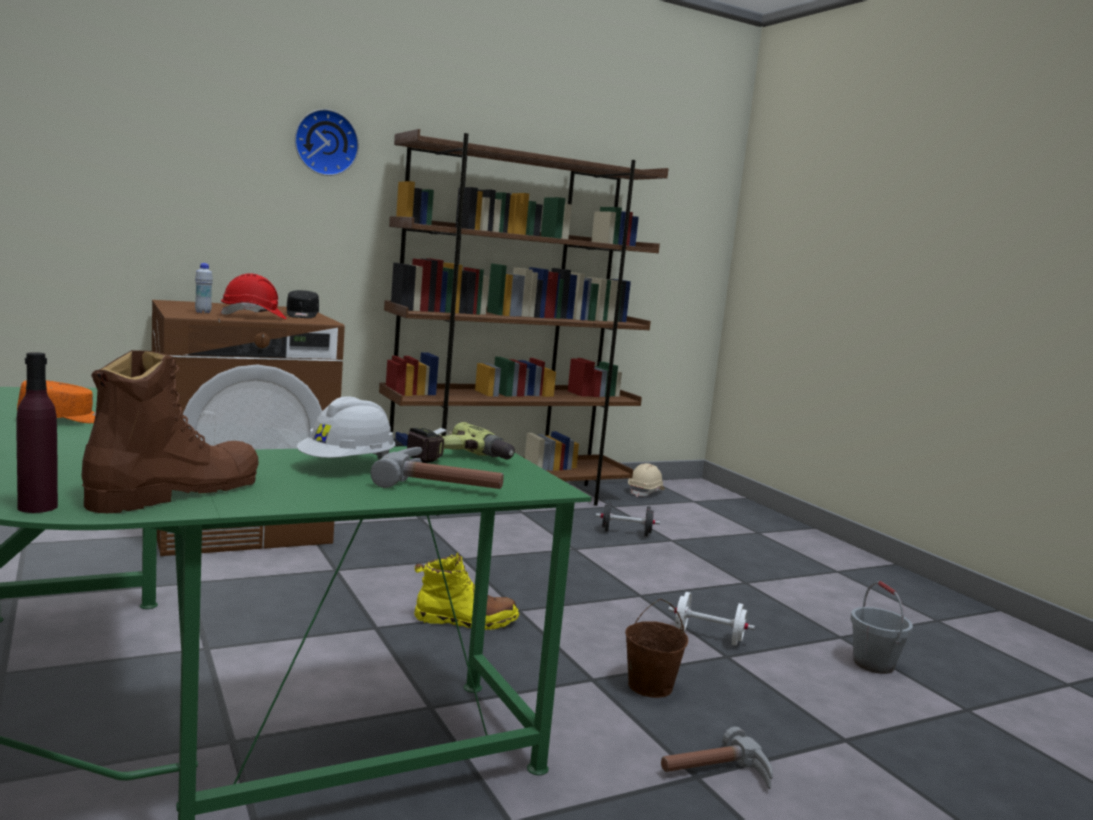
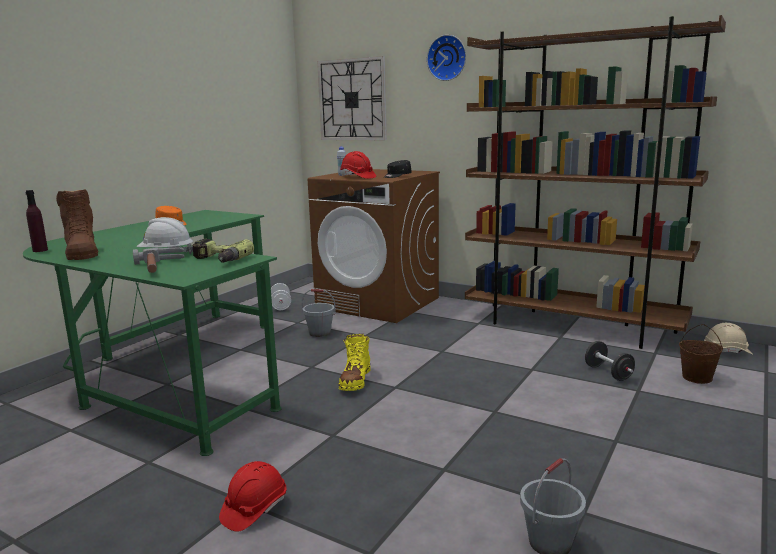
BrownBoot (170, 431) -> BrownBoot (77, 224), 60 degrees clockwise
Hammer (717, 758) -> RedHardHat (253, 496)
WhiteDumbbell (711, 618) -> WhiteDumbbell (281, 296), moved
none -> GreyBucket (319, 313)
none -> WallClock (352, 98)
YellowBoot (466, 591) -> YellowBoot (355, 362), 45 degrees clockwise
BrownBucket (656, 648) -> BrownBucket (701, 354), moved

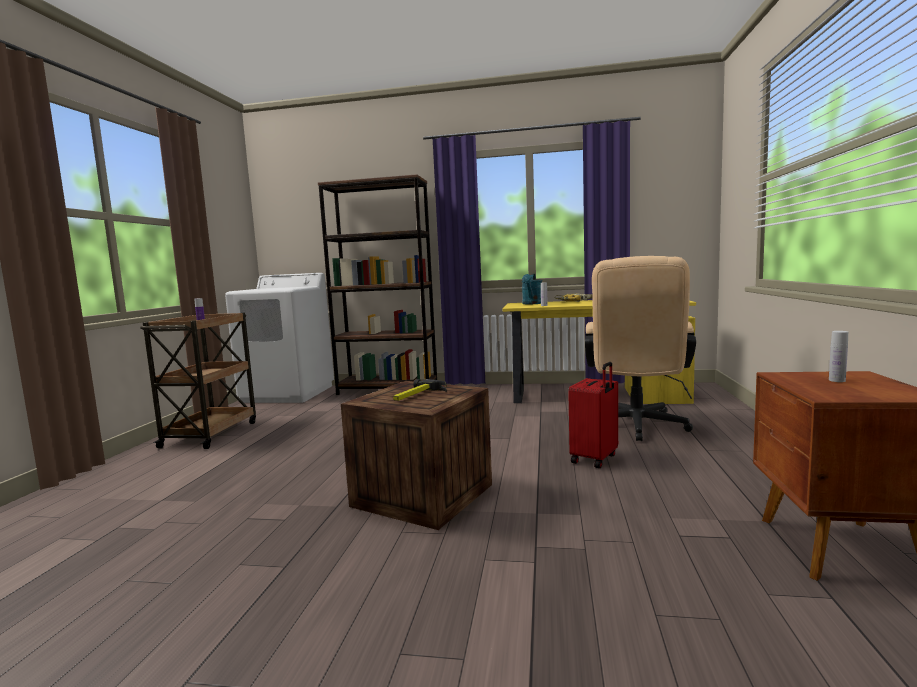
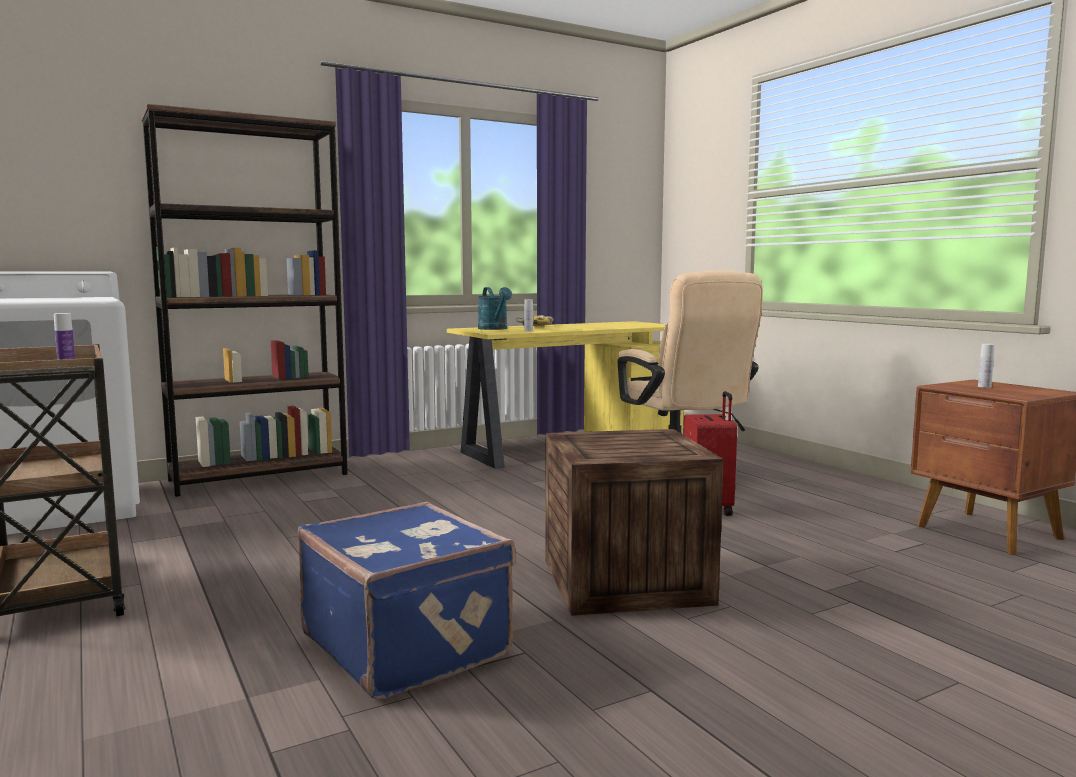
none -> BlueSuitcase (406, 601)
Hammer (420, 390) -> none

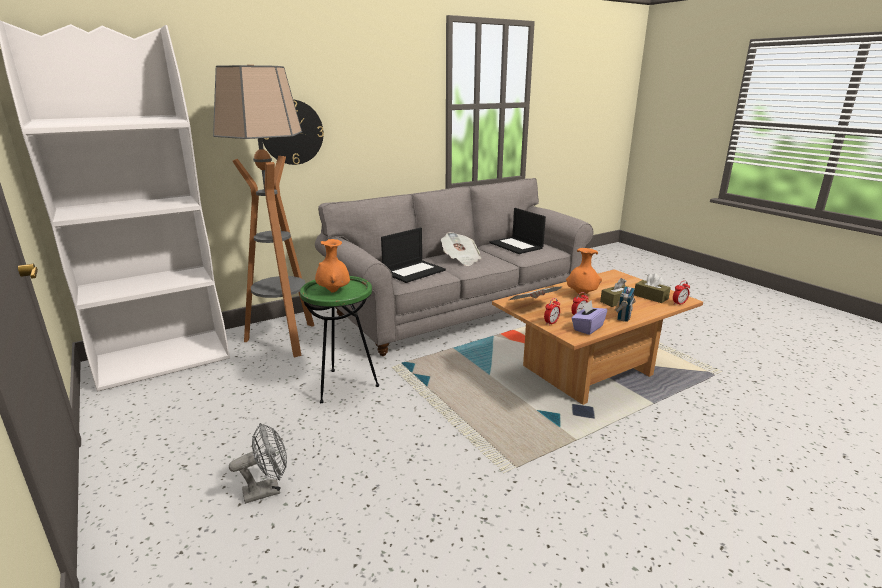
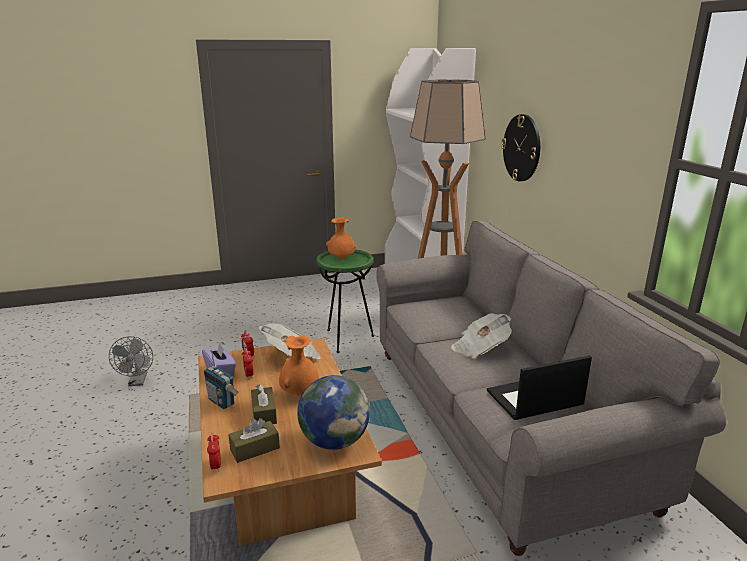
GreyFan (258, 463) -> GreyFan (131, 361), moved
none -> Globe (333, 412)
Laptop (413, 255) -> none

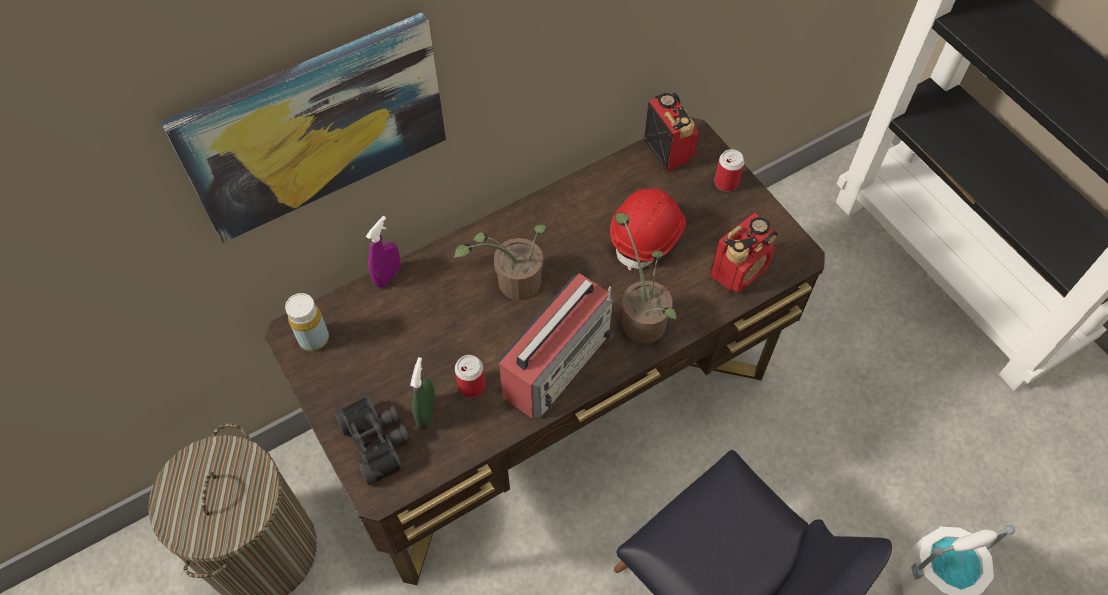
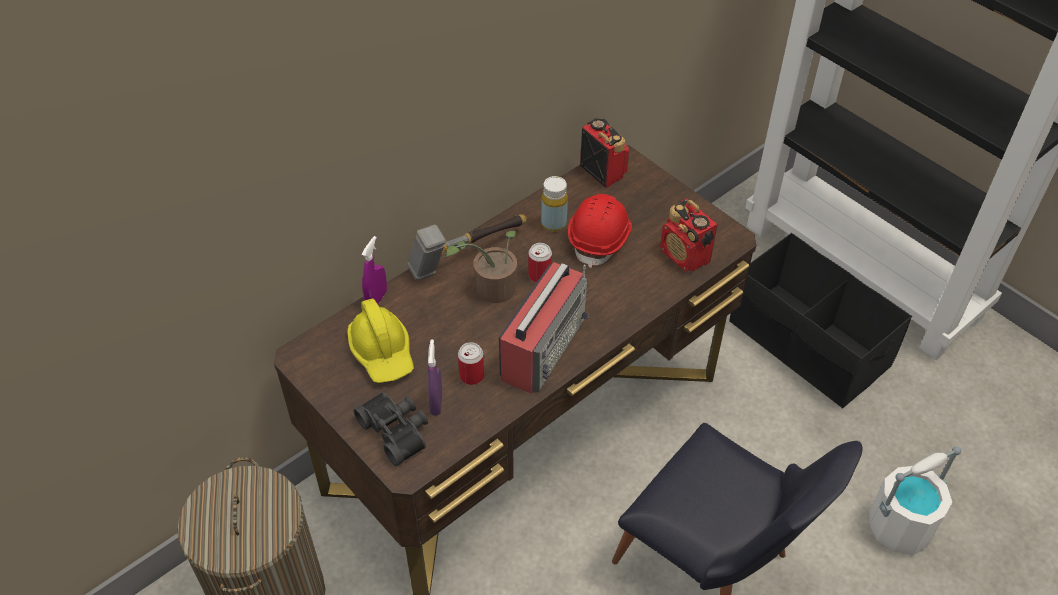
none -> YellowHardHat (380, 341)
none -> Hammer (467, 247)
GreenSprayBottle (423, 393) -> PurpleSprayBottle (435, 377)
Can (729, 170) -> Can (540, 263), moved
YellowBottle (307, 322) -> YellowBottle (554, 204), moved
Radio (743, 252) -> Radio (688, 234), 105 degrees clockwise
none -> BlackStorageBox (820, 320)
Picture (303, 128) -> none
PottedPlant (646, 278) -> none

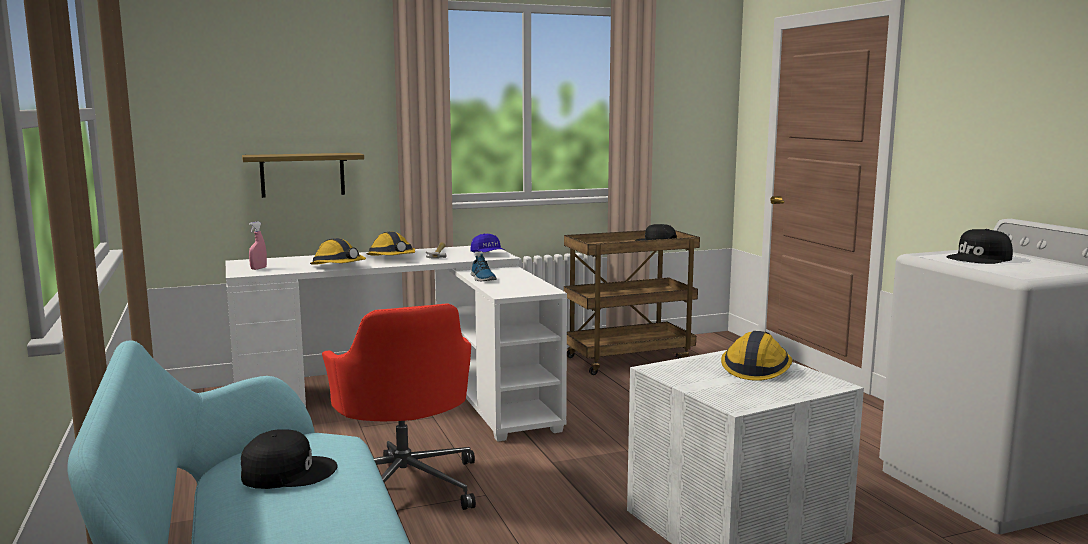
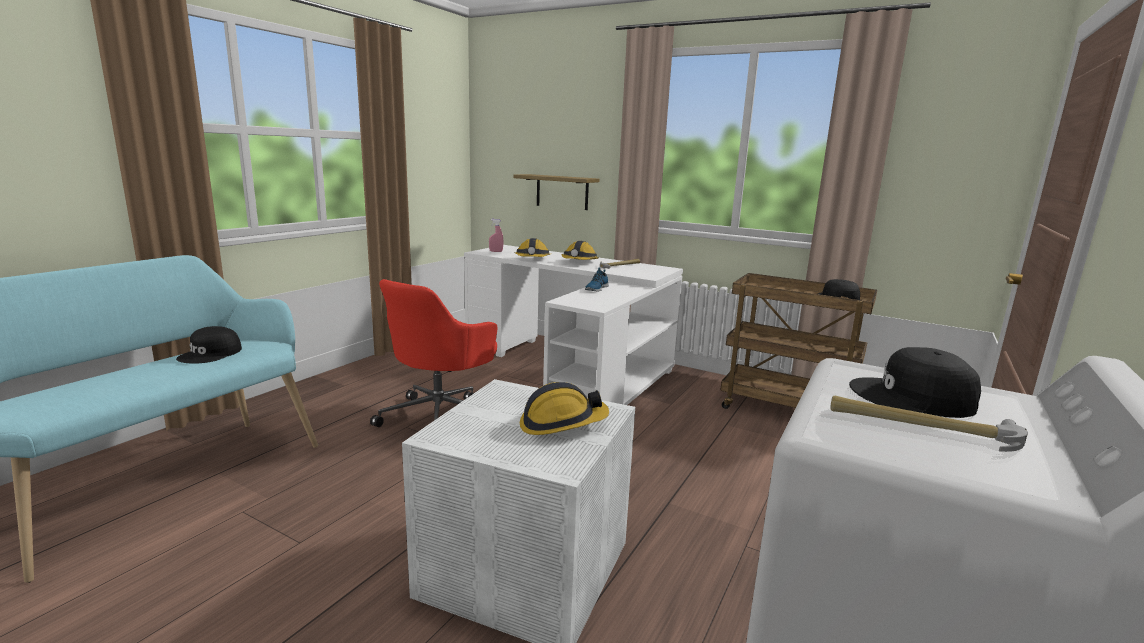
BlackCap (289, 459) -> BlackCap (209, 345), 75 degrees clockwise
none -> Hammer (929, 424)
BlueCap (487, 243) -> none

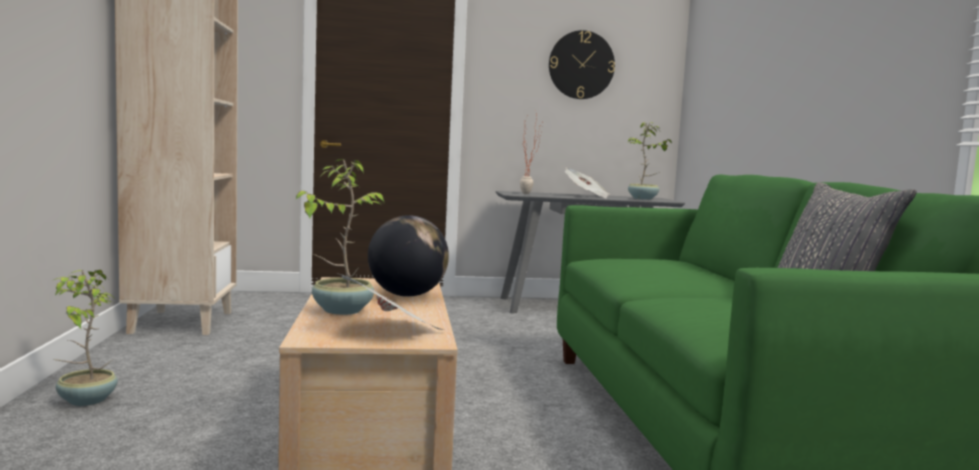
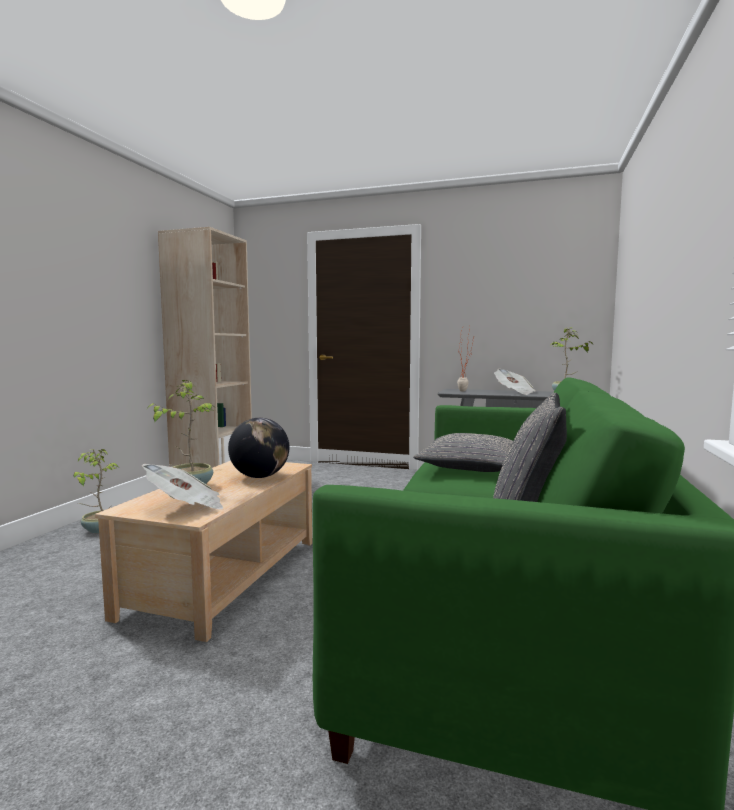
none -> GreyPillow (463, 452)
WallClock (582, 64) -> none

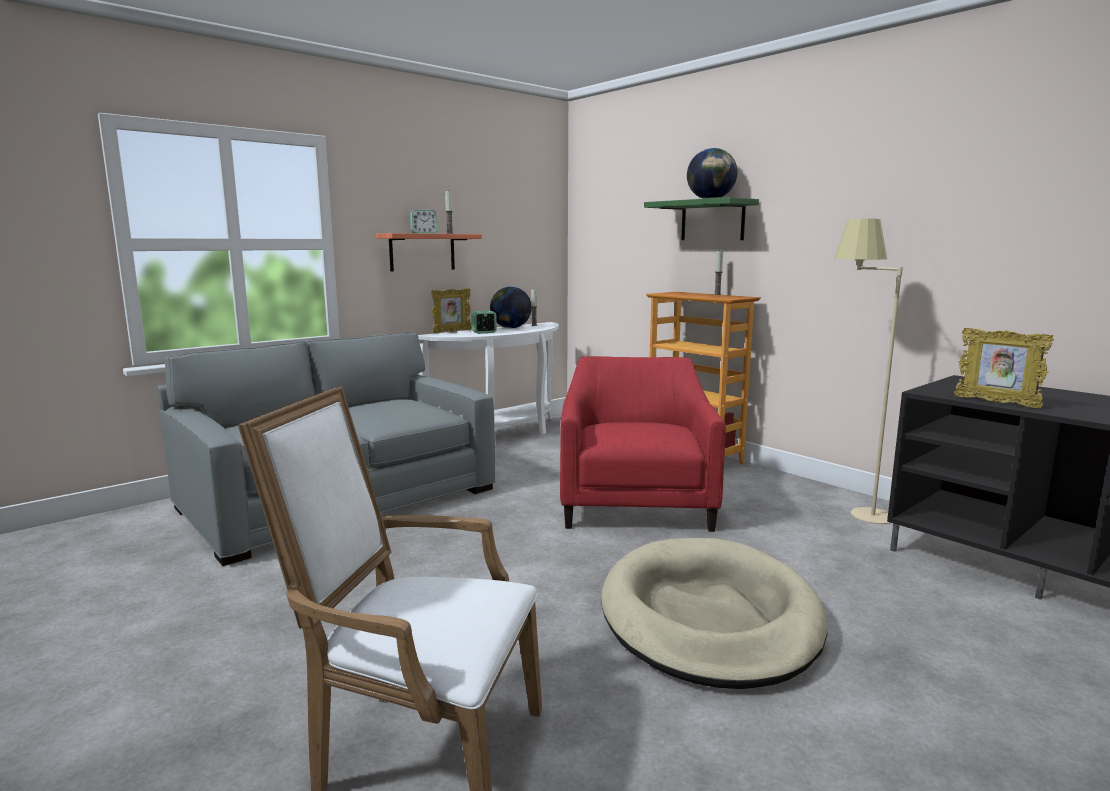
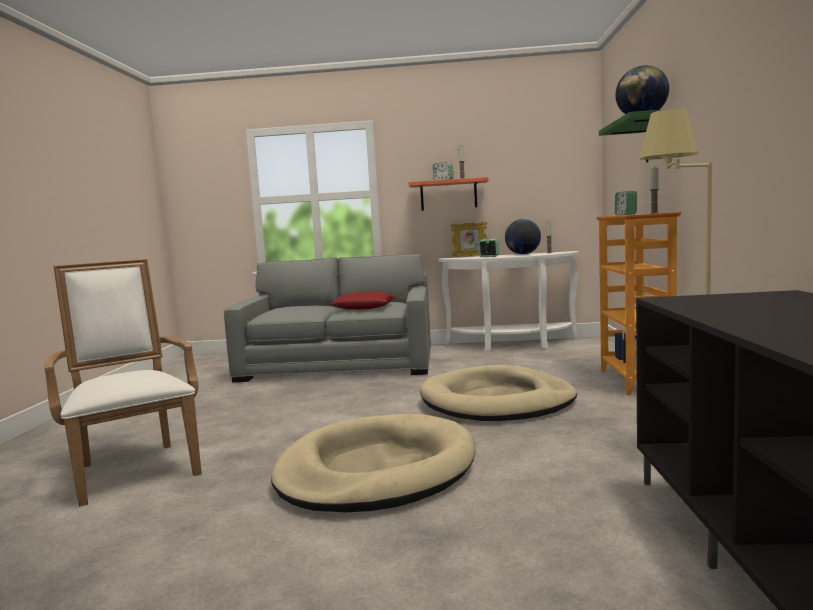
none -> RedPillow (363, 300)
RedArmchair (643, 444) -> BeigeDogBed (498, 393)
none -> AlarmClock (626, 203)
PictureFrame (1004, 368) -> none

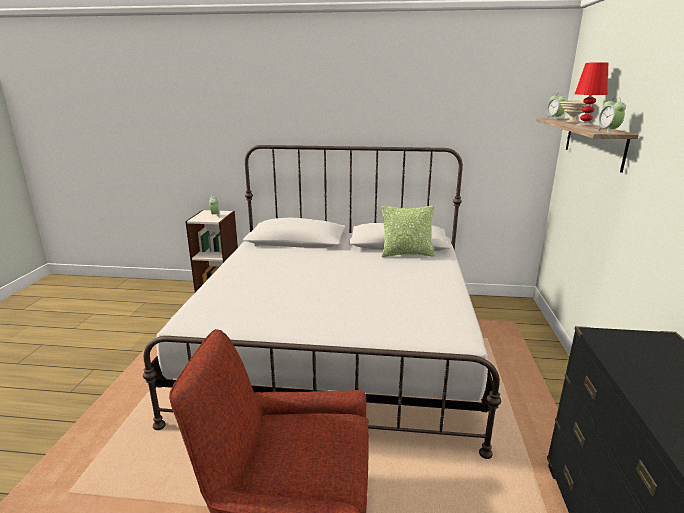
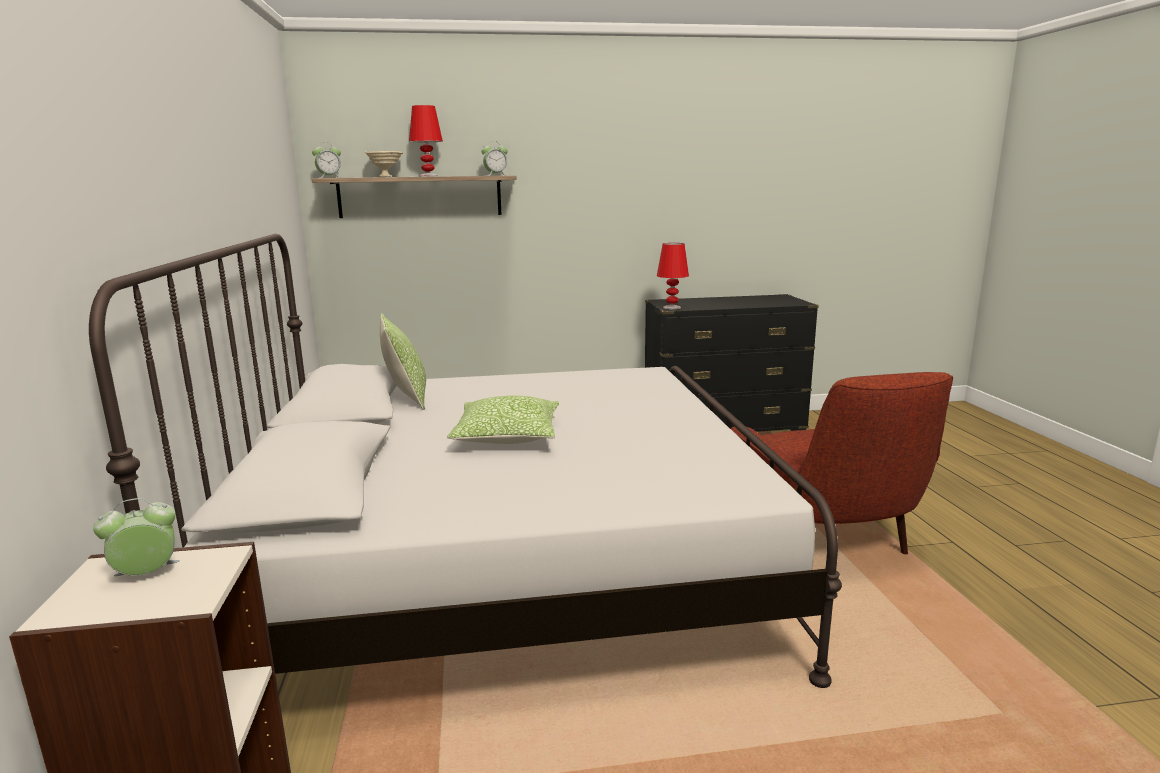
none -> Pillow (503, 420)
none -> RedTableLamp (673, 276)

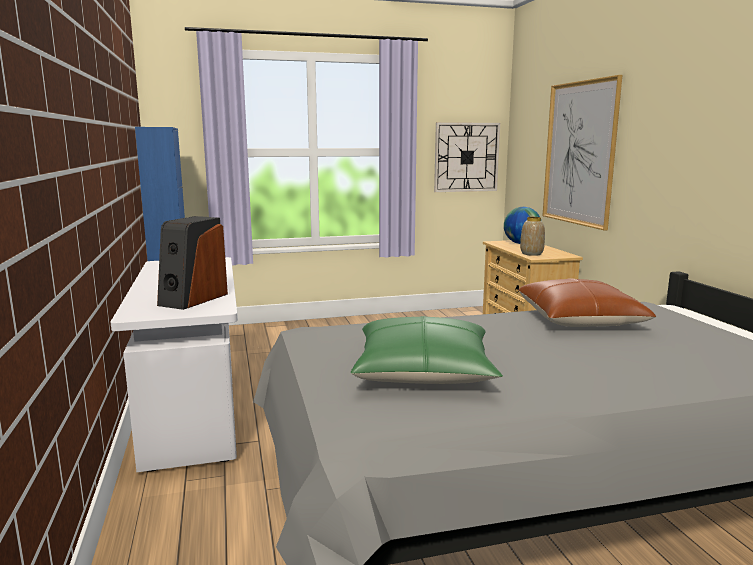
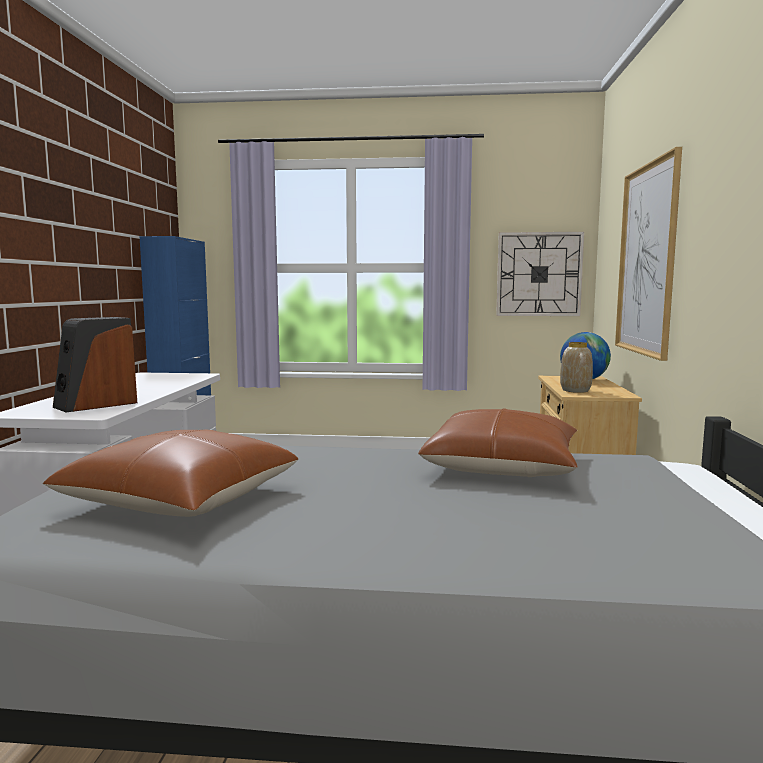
GreenPillow (427, 350) -> BrownPillow (170, 473)

